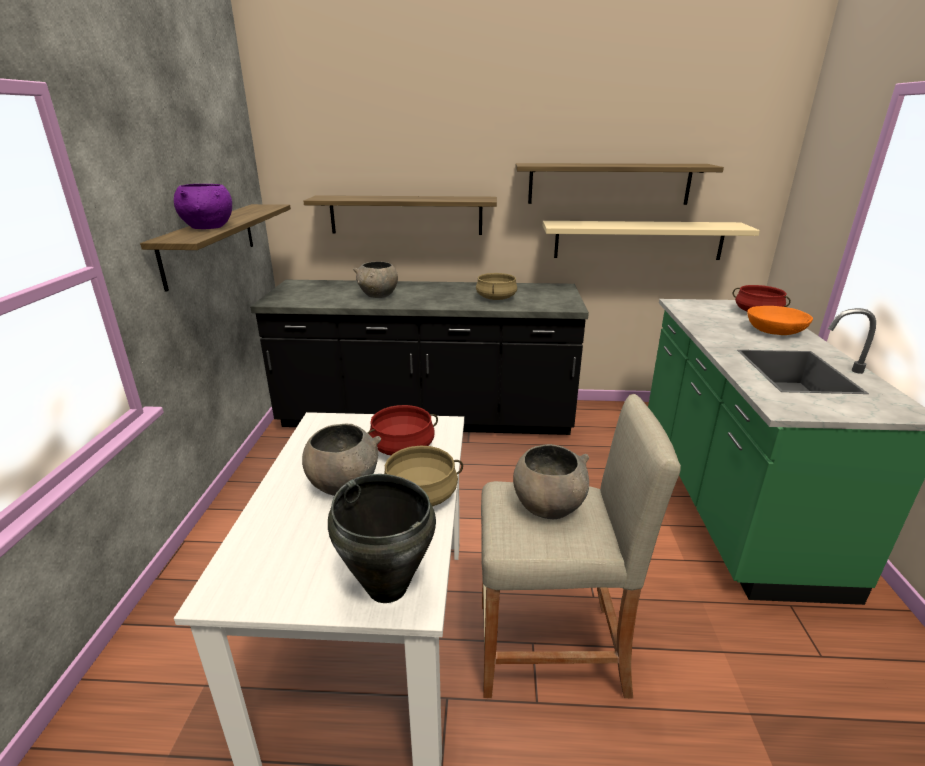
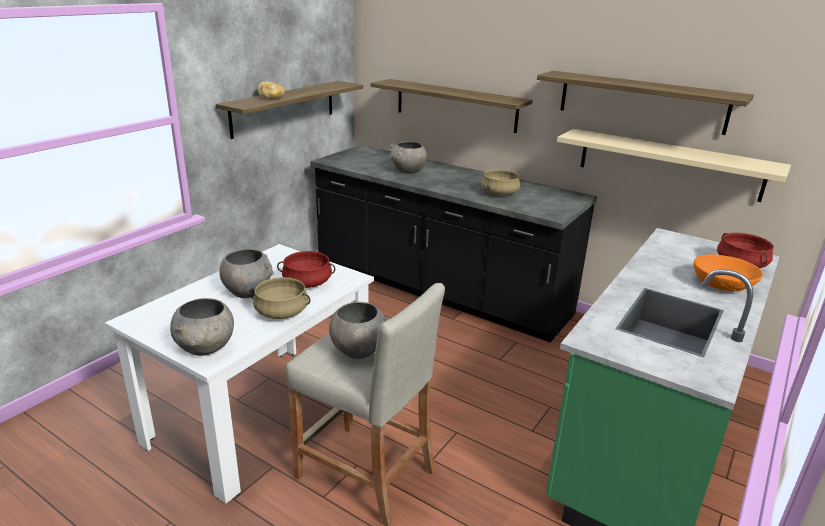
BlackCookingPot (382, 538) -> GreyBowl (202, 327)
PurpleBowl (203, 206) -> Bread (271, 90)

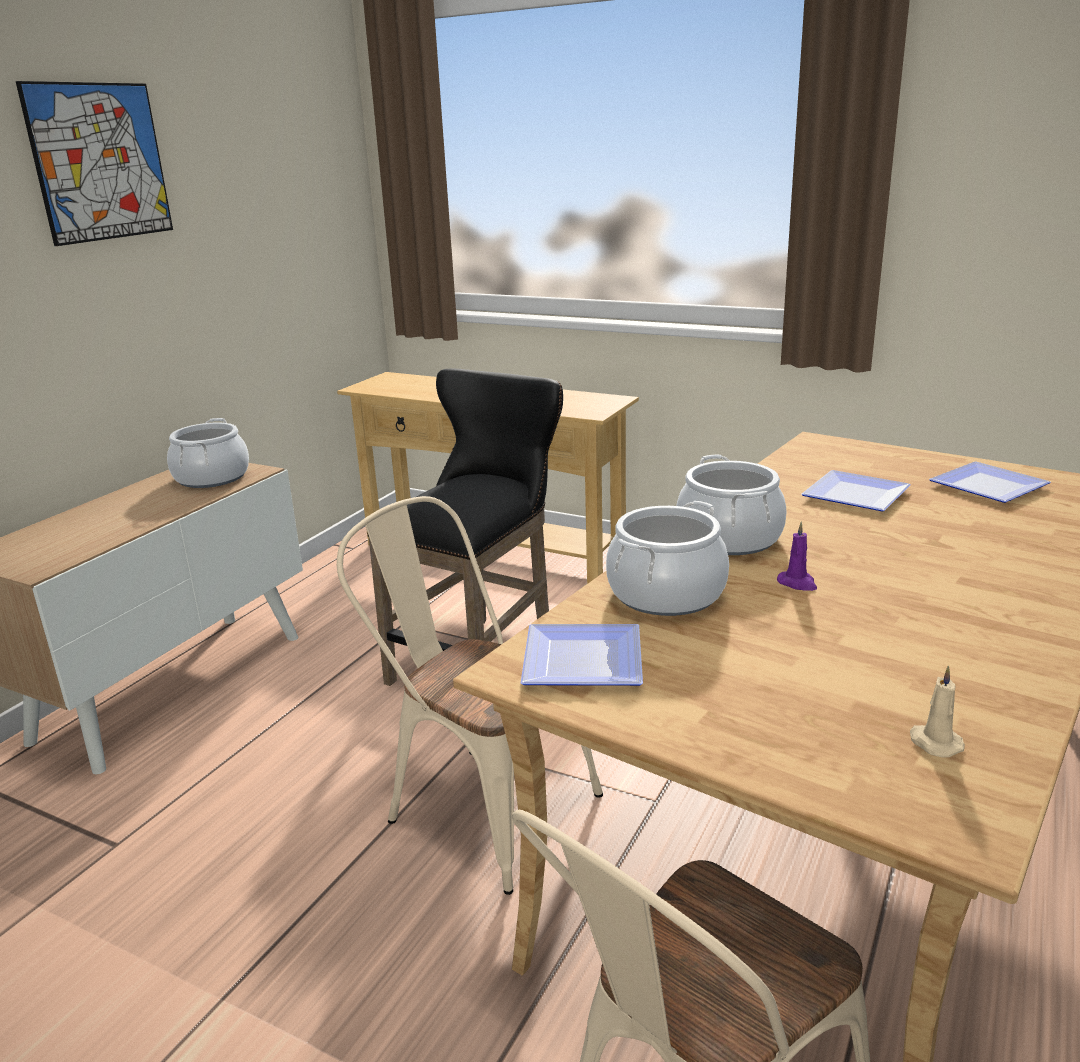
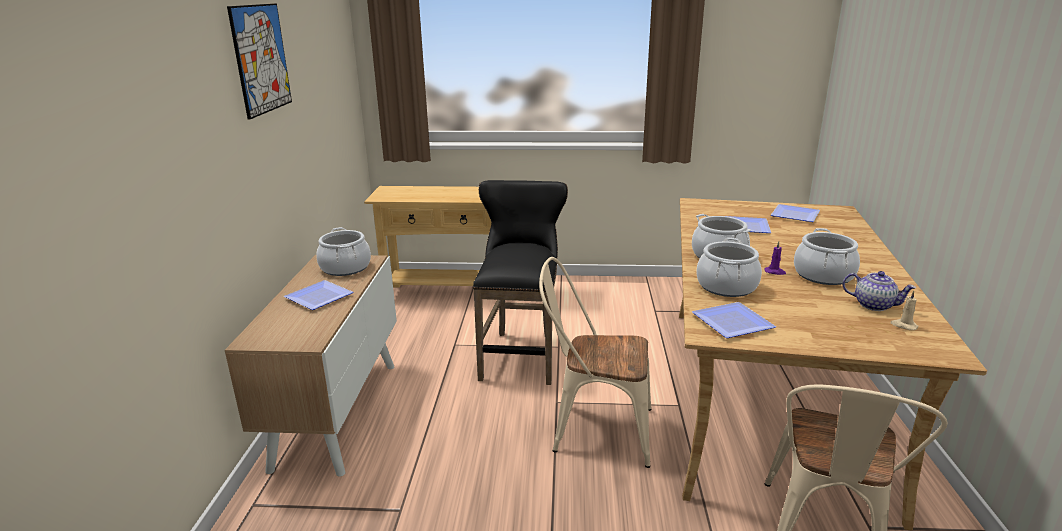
none -> Plate (318, 295)
none -> CookingPot (827, 256)
none -> Teapot (879, 291)

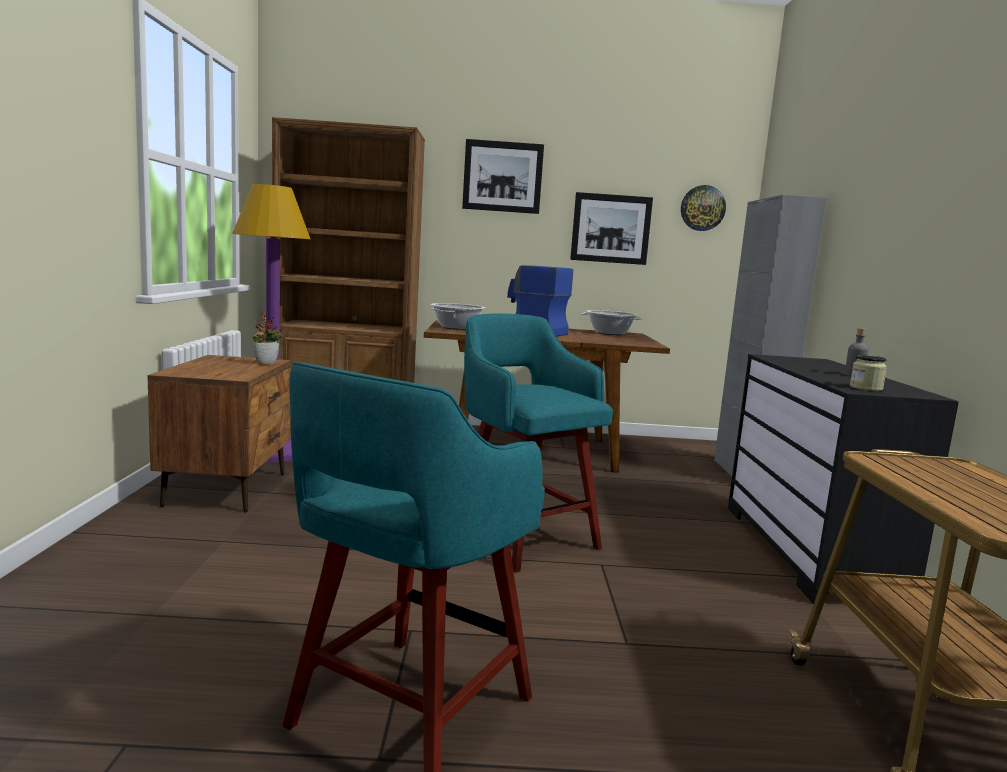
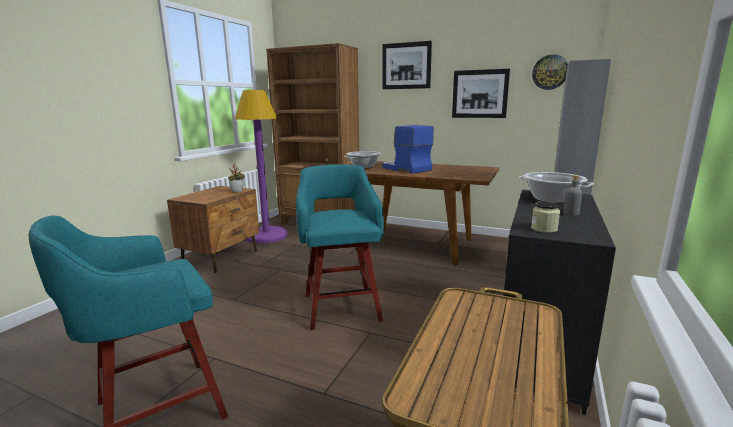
CookingPot (612, 322) -> CookingPot (556, 187), moved

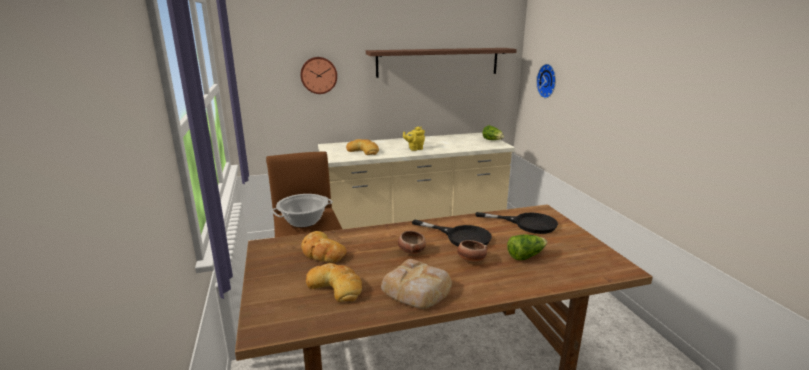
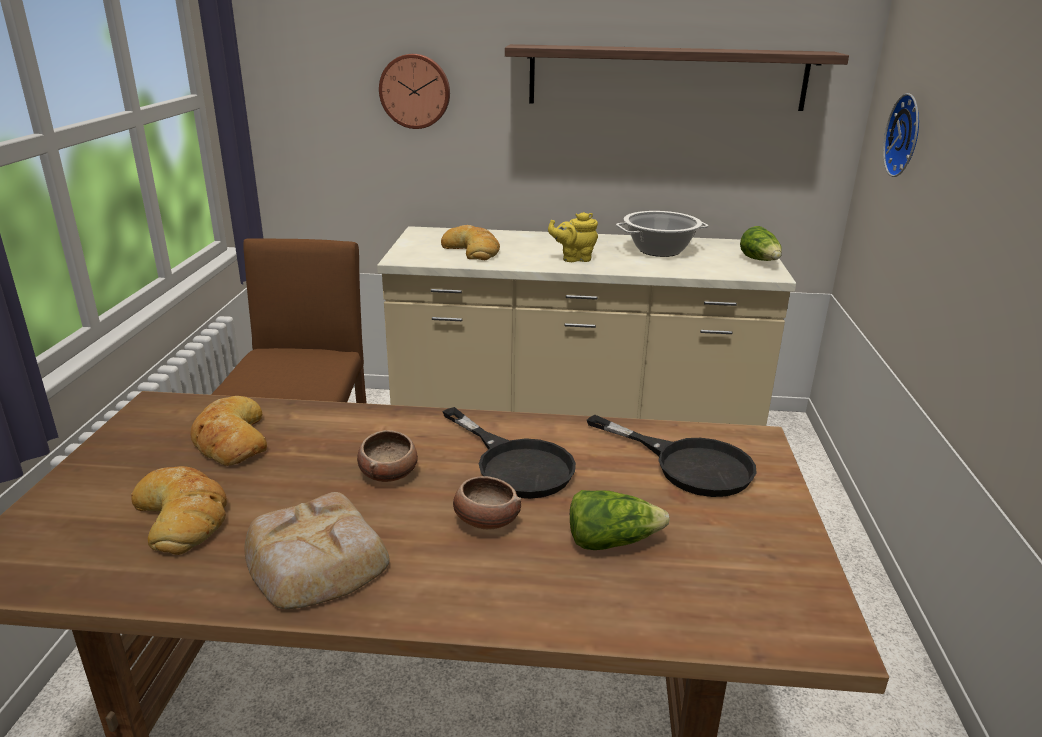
CookingPot (302, 210) -> CookingPot (662, 234), moved

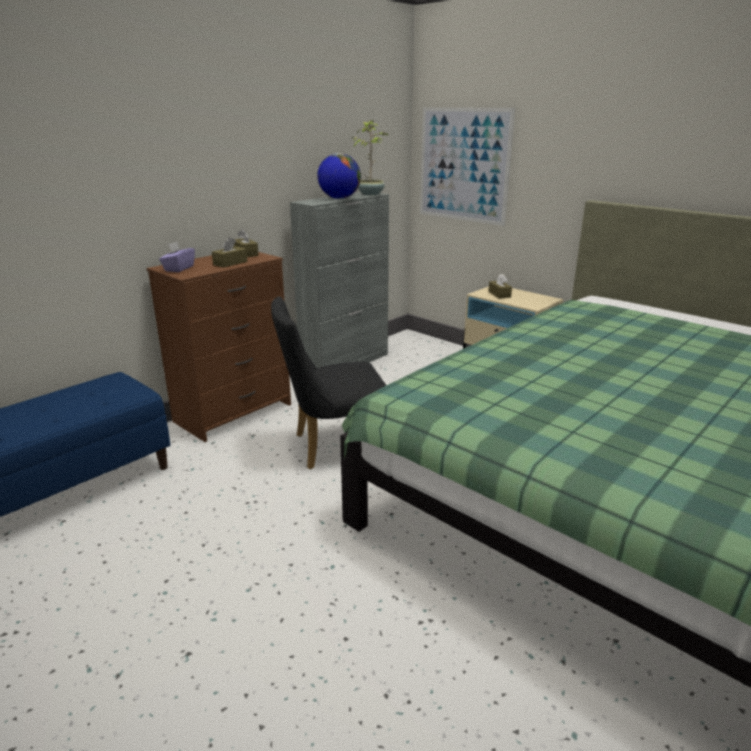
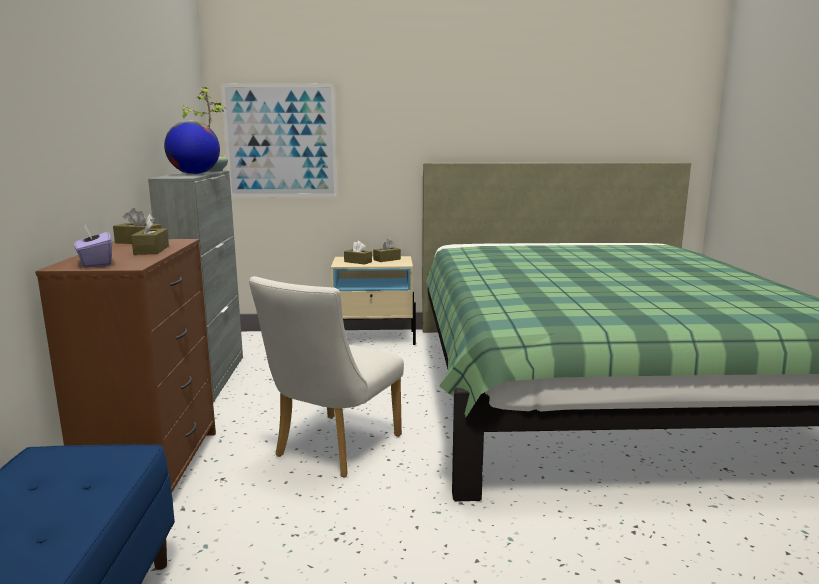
BlackChair (329, 383) -> WhiteChair (326, 377)
none -> BrownTissueBox (387, 250)

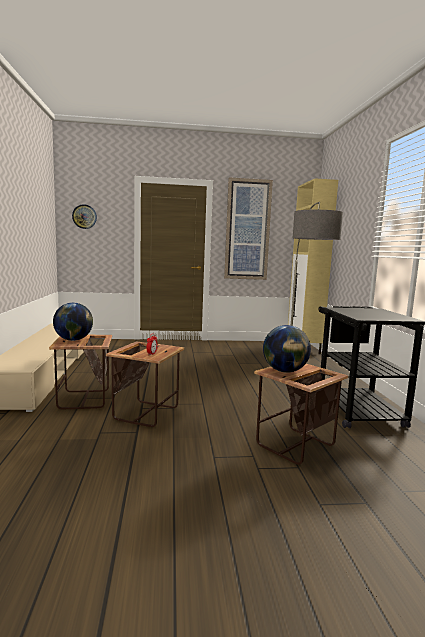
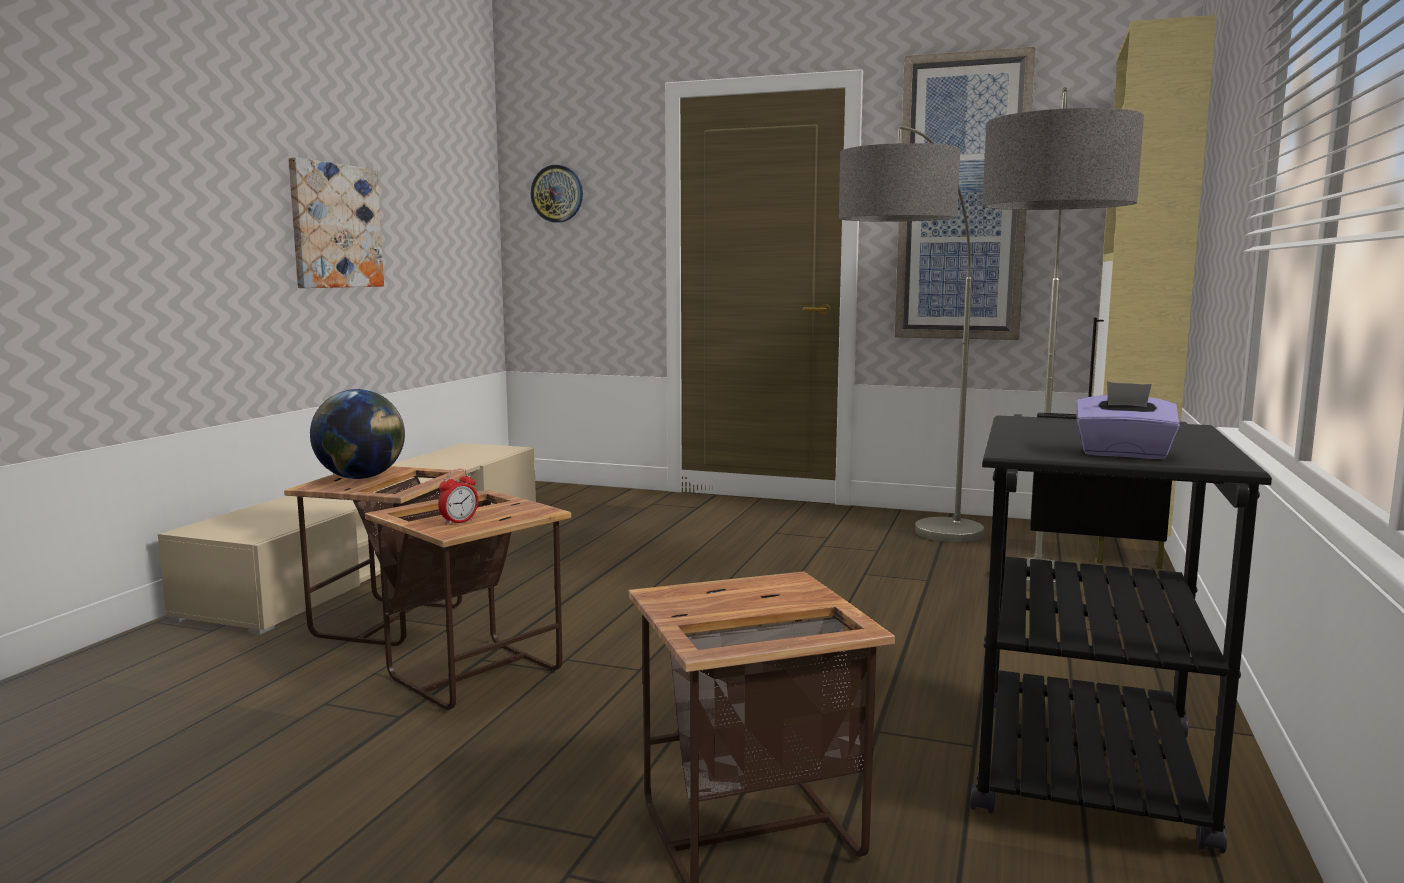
none -> Picture (336, 222)
none -> FloorLamp (911, 334)
none -> PurpleTissueBox (1128, 420)
Globe (287, 349) -> none

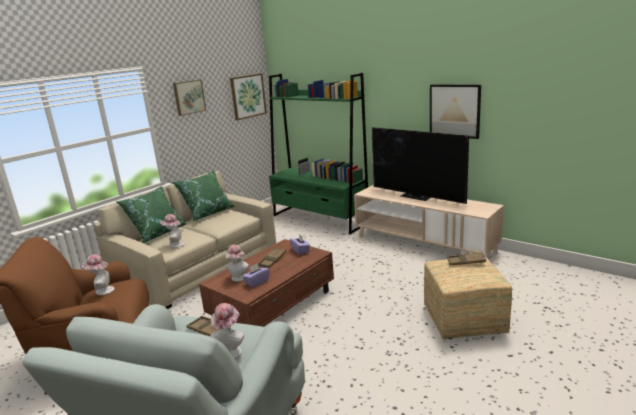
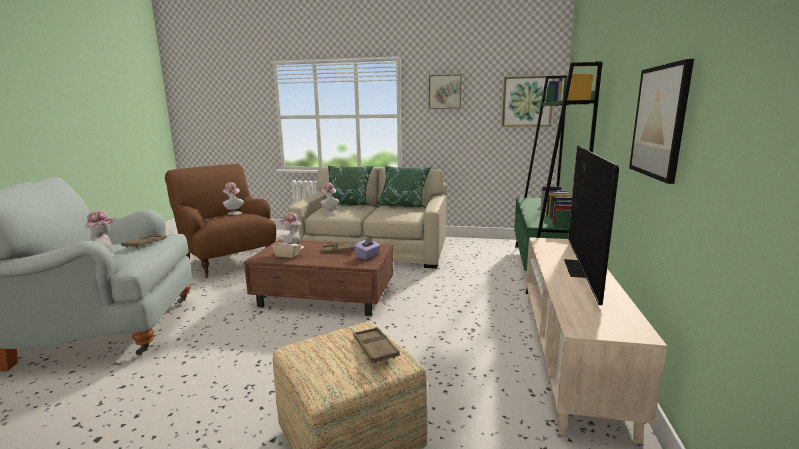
PurpleTissueBox (256, 275) -> BeigeTissueBox (286, 247)

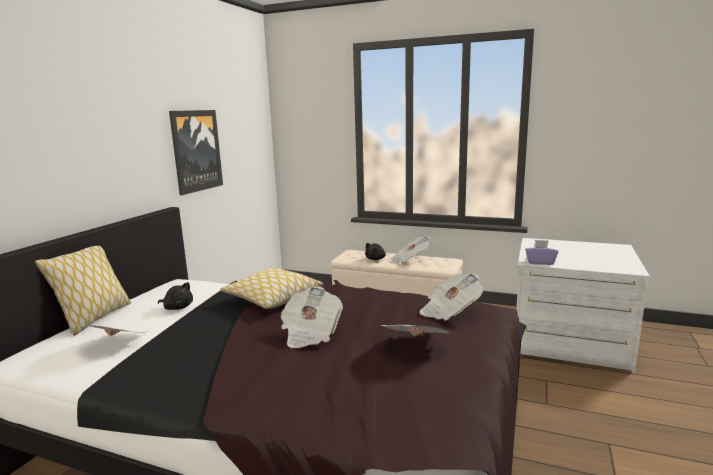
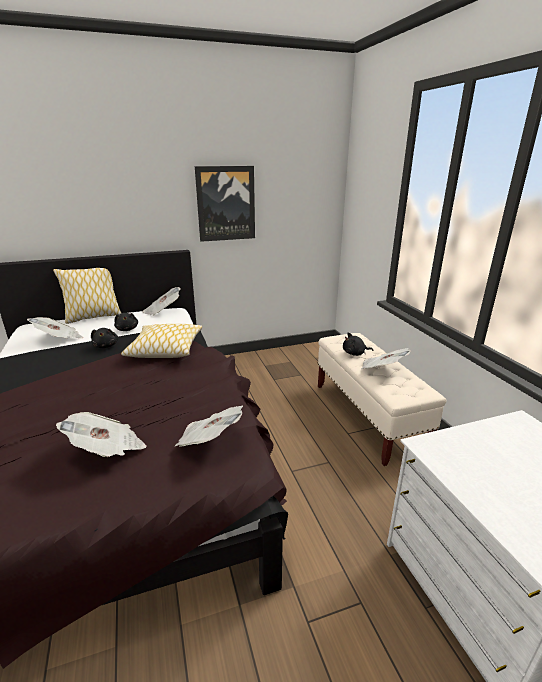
none -> BlackPlushToy (104, 338)
Newspaper (311, 317) -> Newspaper (161, 301), moved
PurpleTissueBox (541, 252) -> none

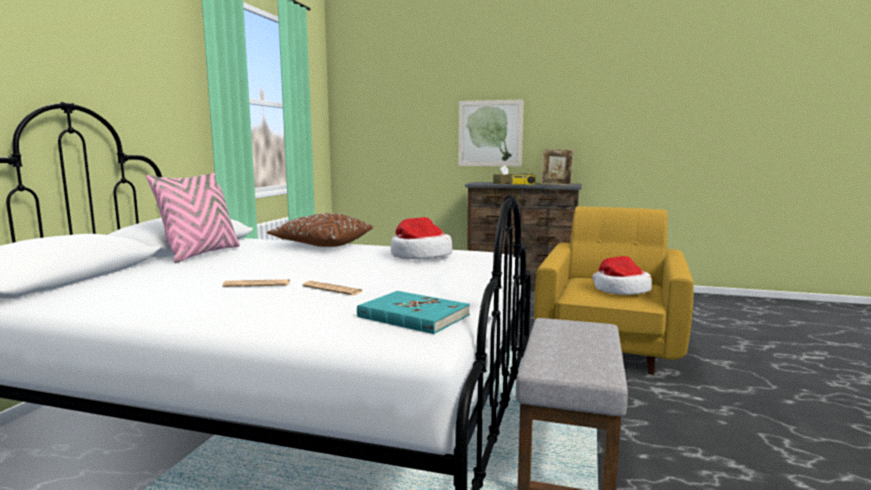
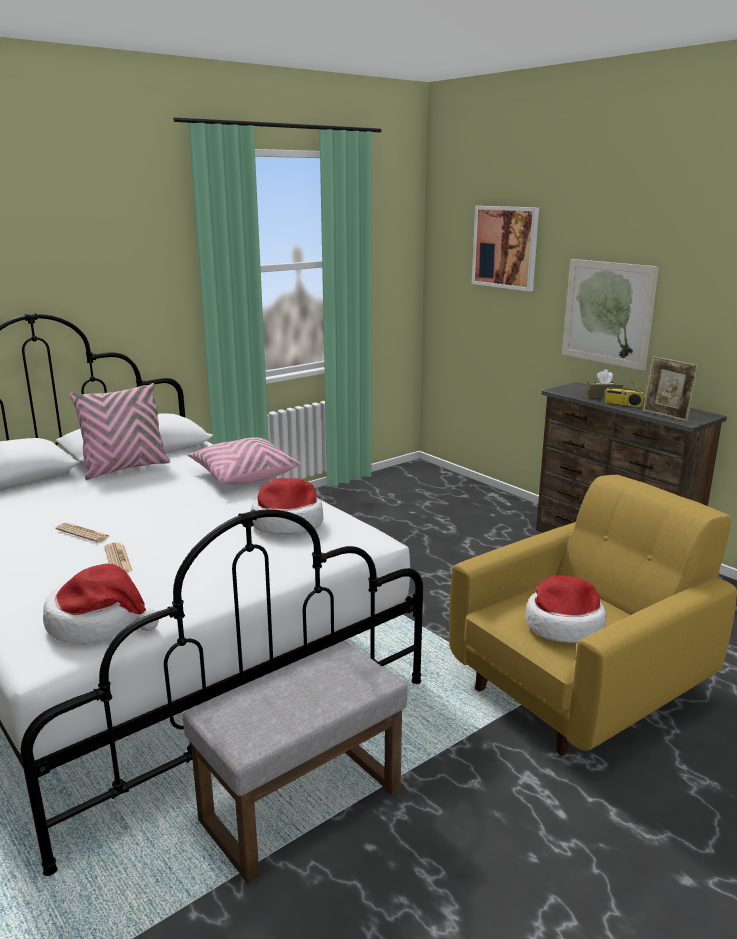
TurquoiseBook (413, 312) -> Hat (101, 603)
BrownPillow (320, 230) -> PinkPillow (244, 461)
none -> Picture (505, 248)

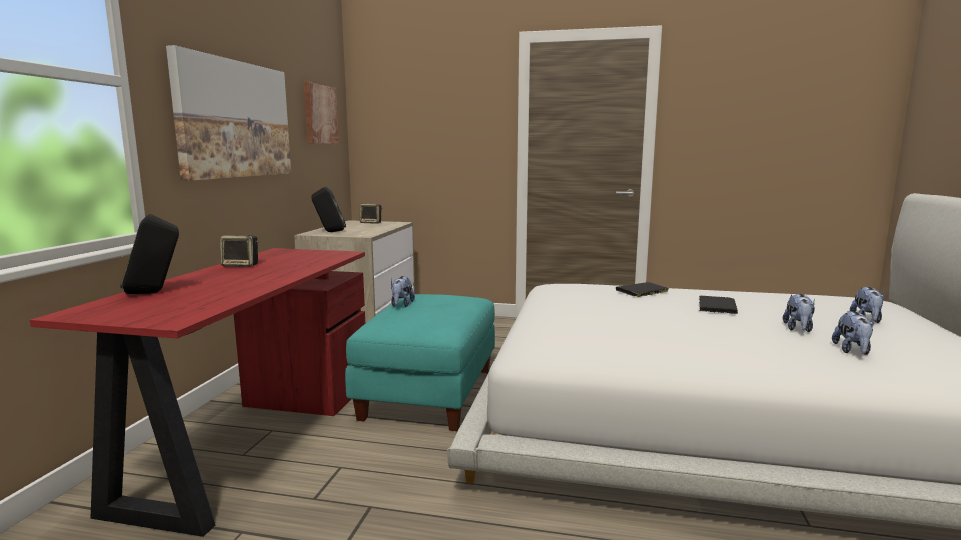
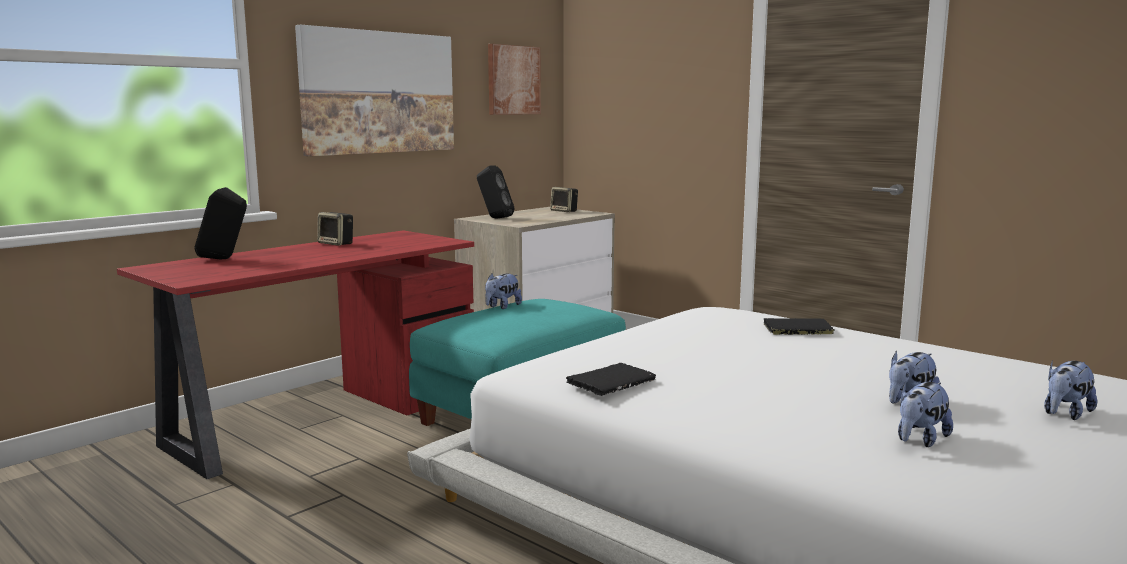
BlackBook (718, 305) -> BlackBook (611, 379), moved

